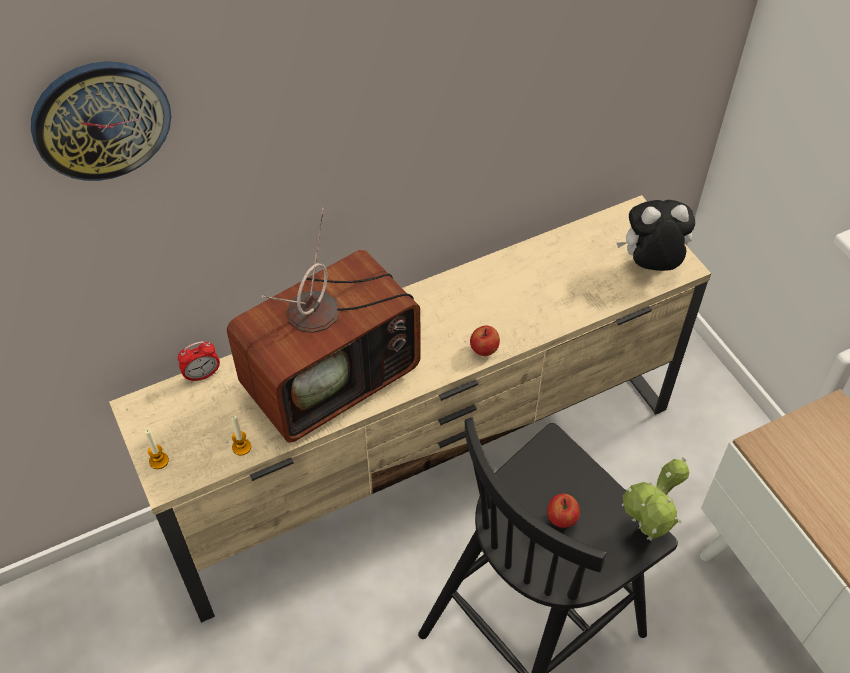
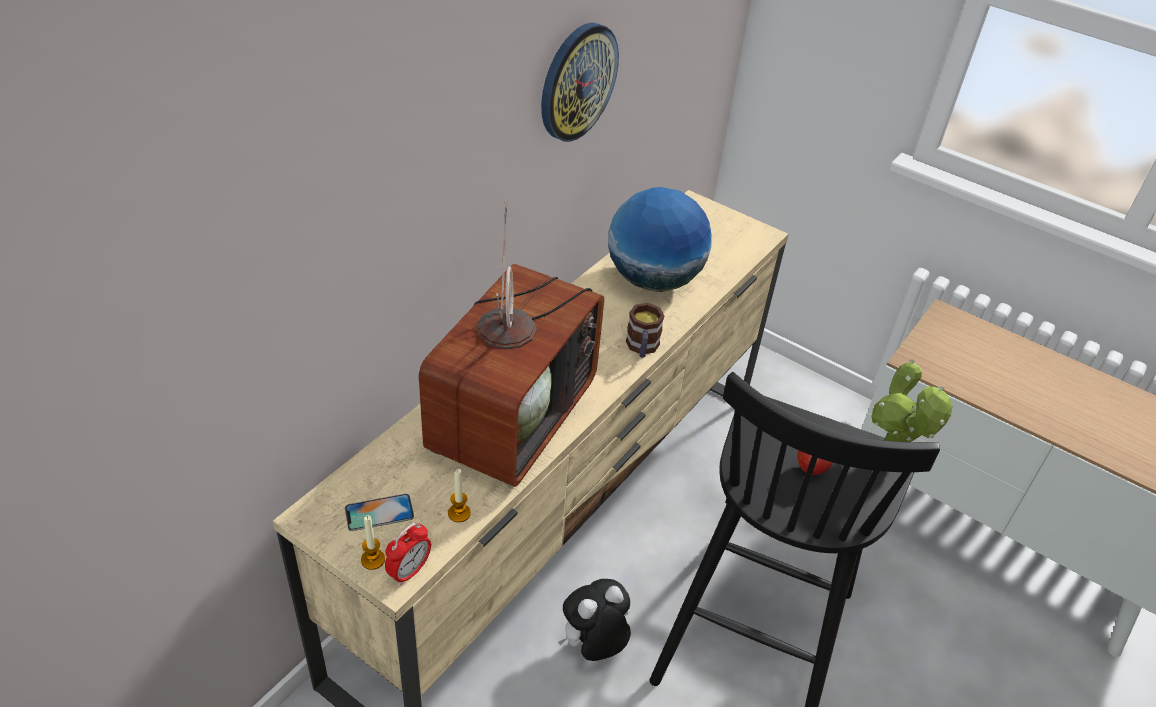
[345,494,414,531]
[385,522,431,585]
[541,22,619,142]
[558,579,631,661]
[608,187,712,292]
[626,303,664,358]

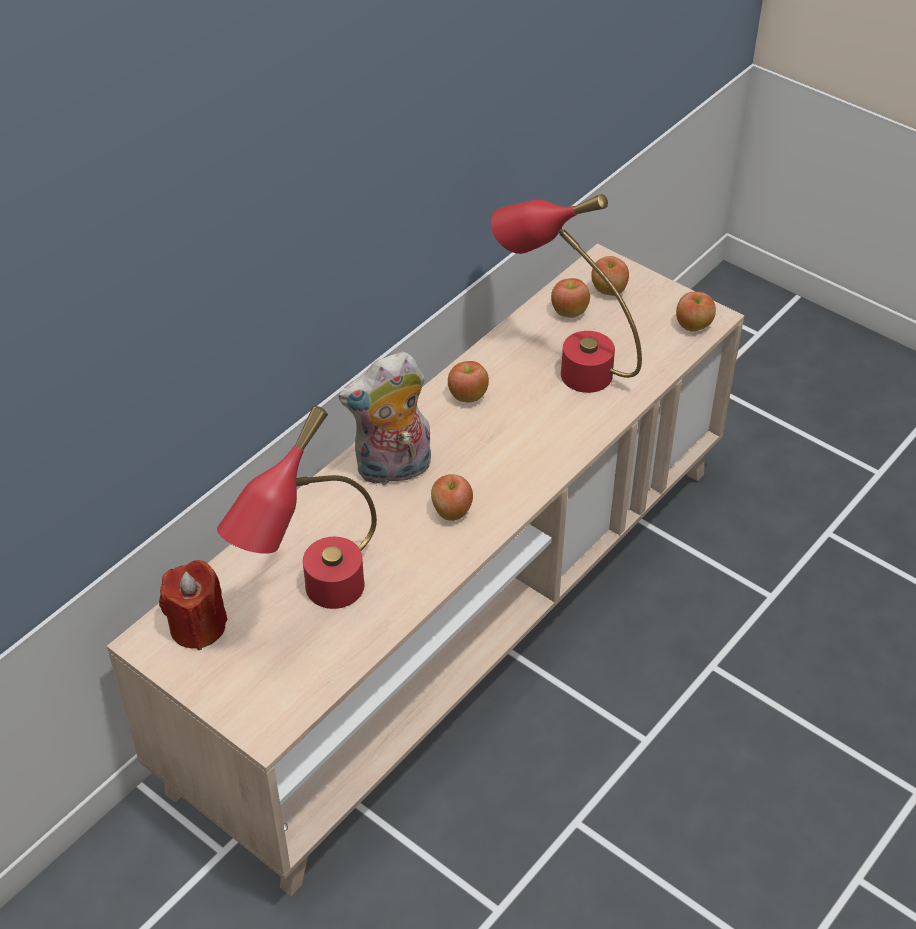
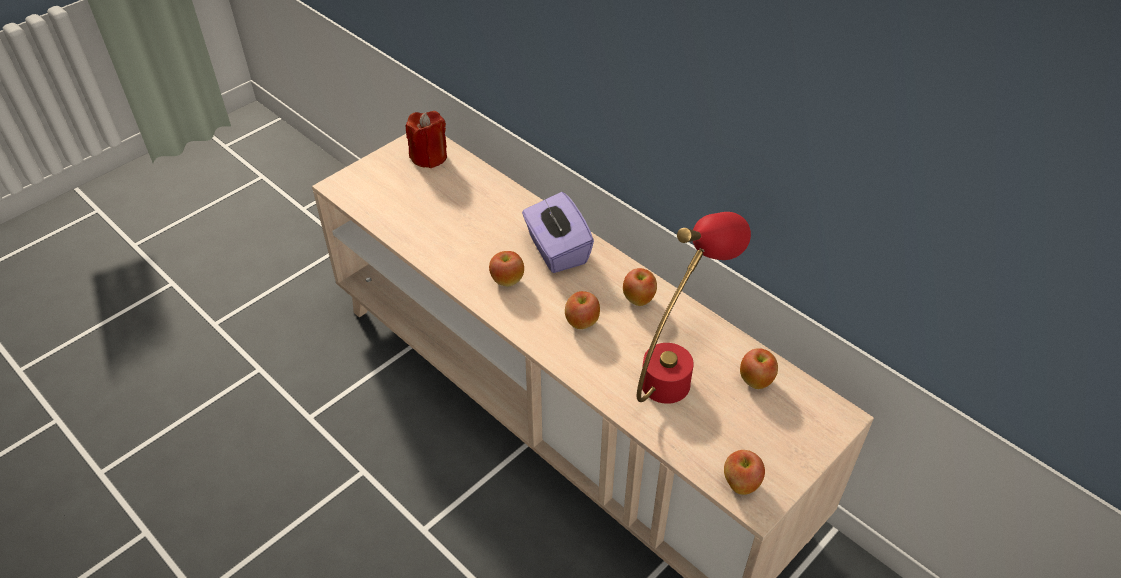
[522,192,594,273]
[565,291,600,329]
[217,406,377,609] (first image)

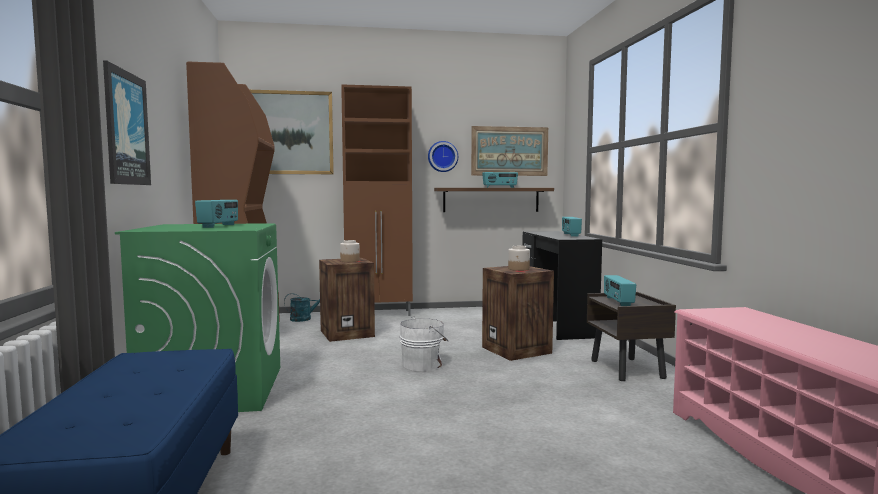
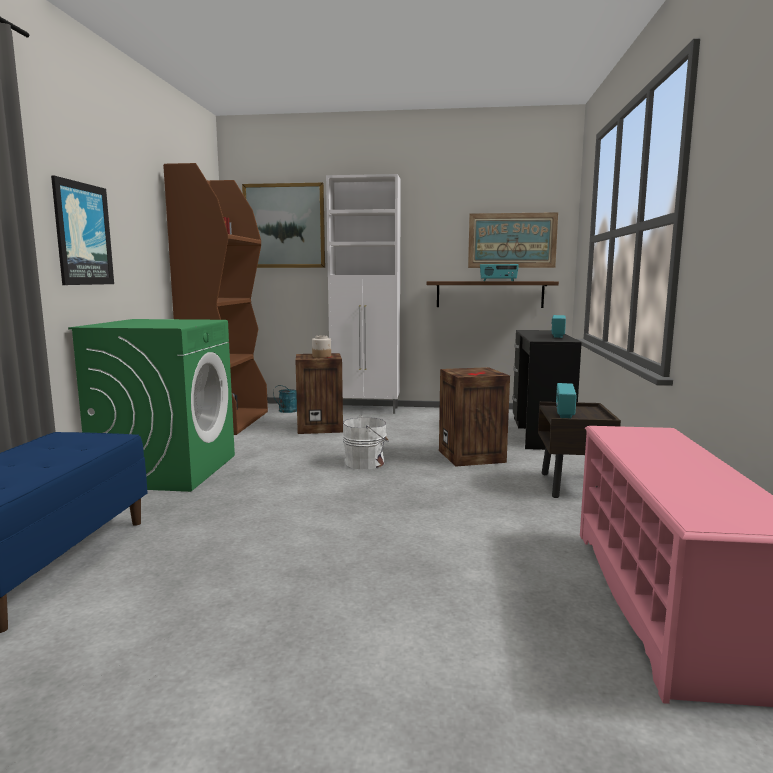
[326,174,401,414]
[195,200,238,228] (first image)
[428,141,458,172] (first image)
[508,246,530,271] (first image)

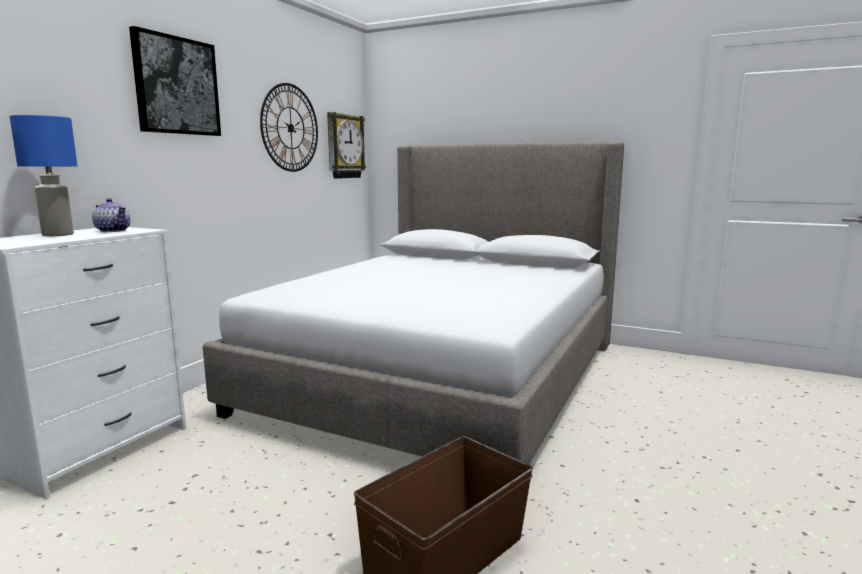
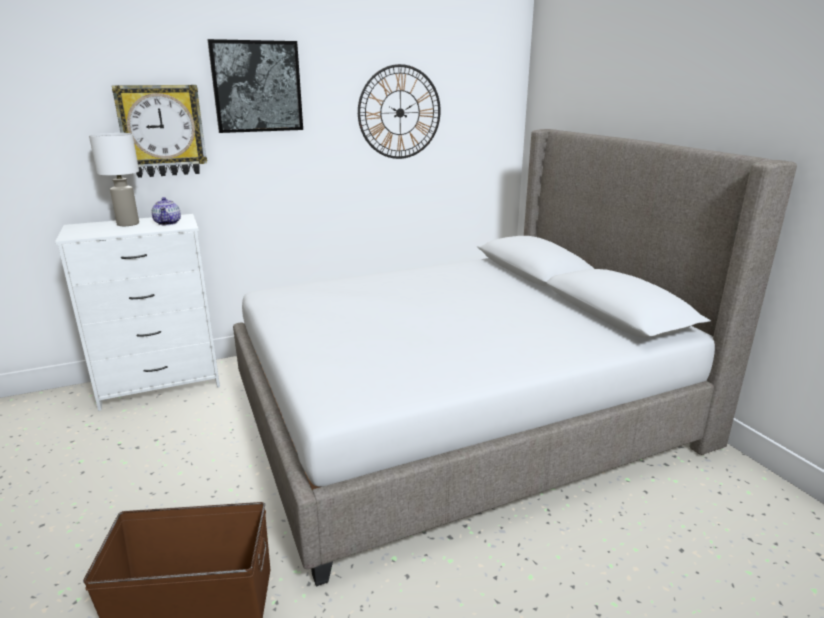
[89,133,139,226]
[112,85,207,178]

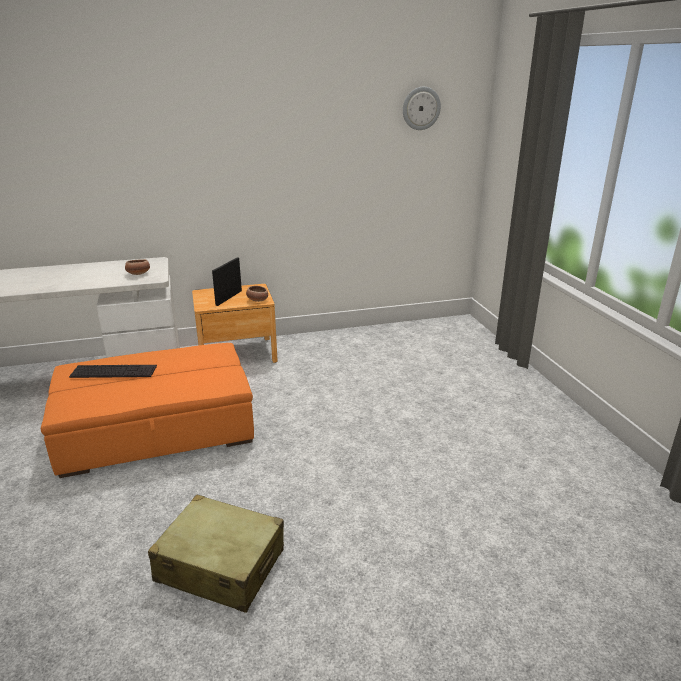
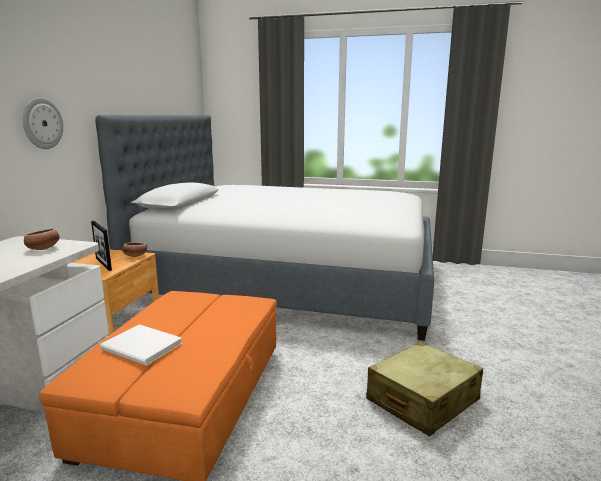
[23,98,63,149]
[95,115,434,341]
[100,324,182,366]

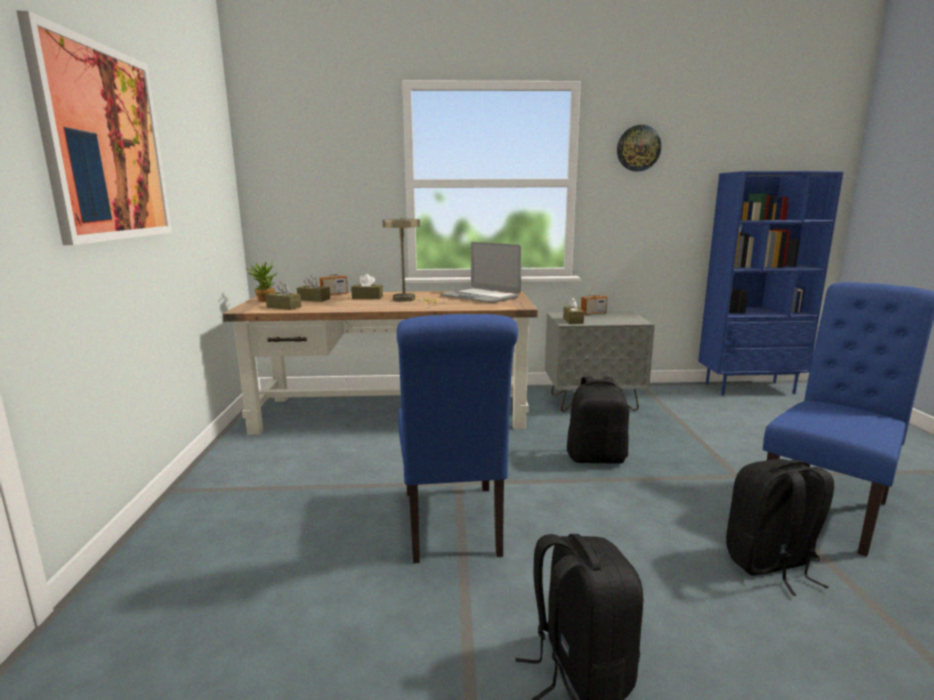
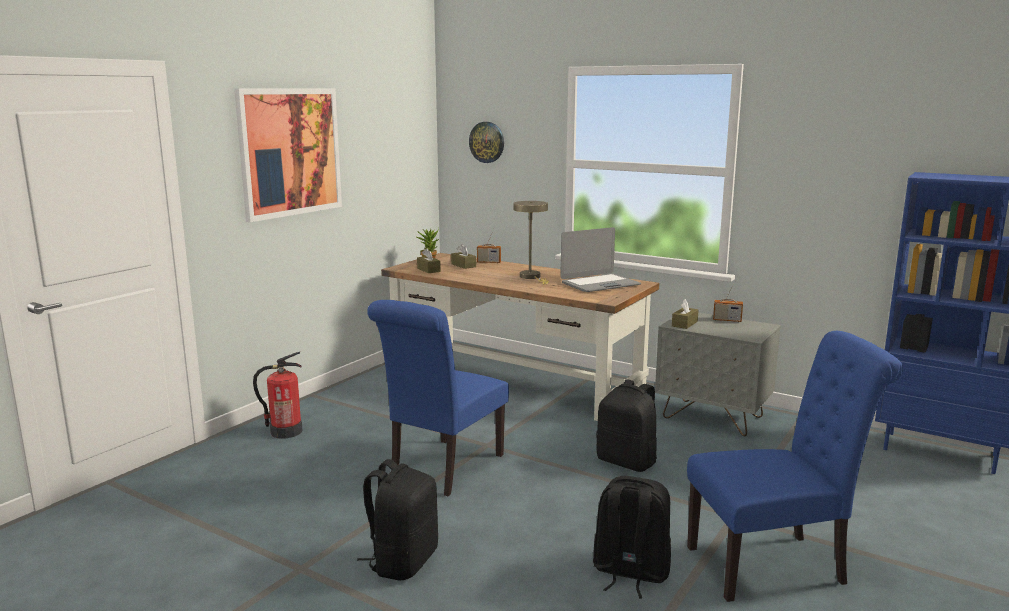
[253,352,303,439]
[469,122,504,163]
[560,227,641,292]
[351,274,383,299] (first image)

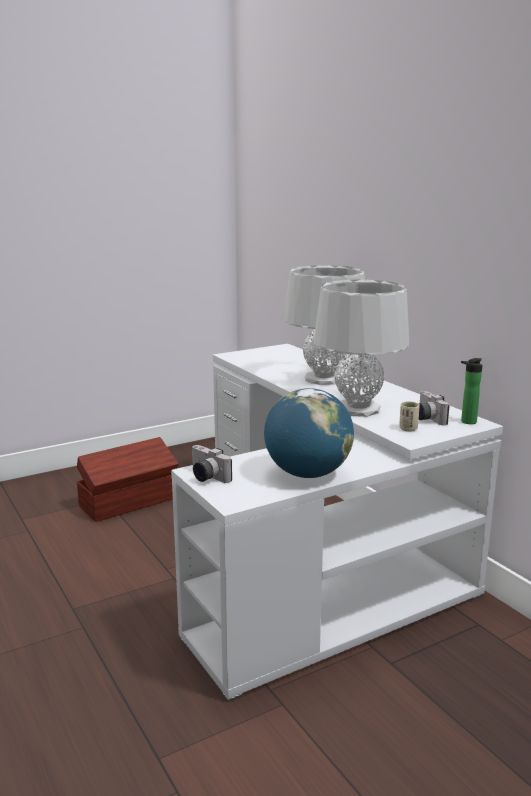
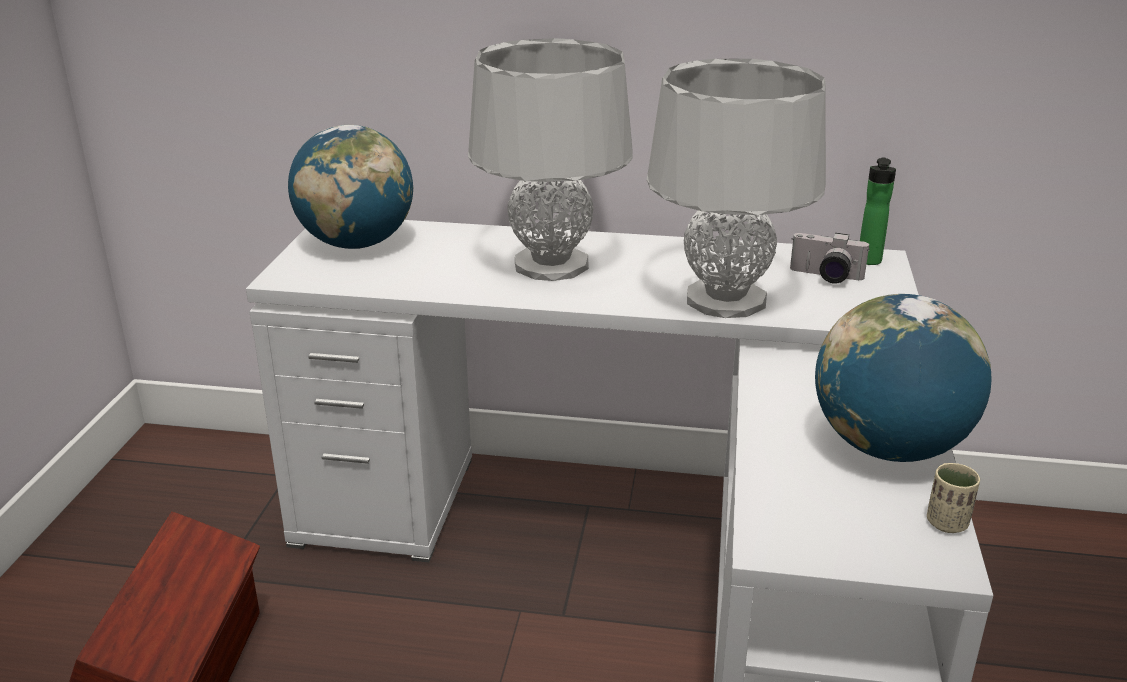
[288,125,414,249]
[927,463,980,533]
[191,445,232,483] (first image)

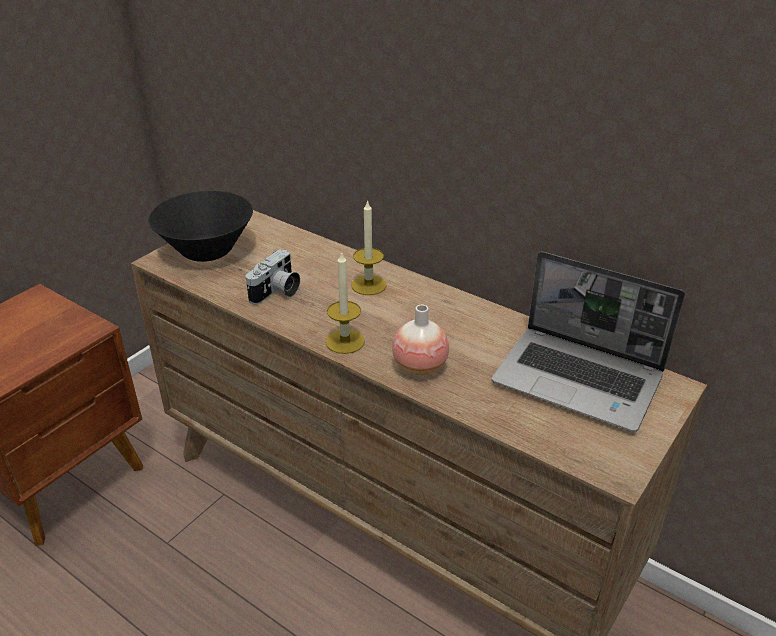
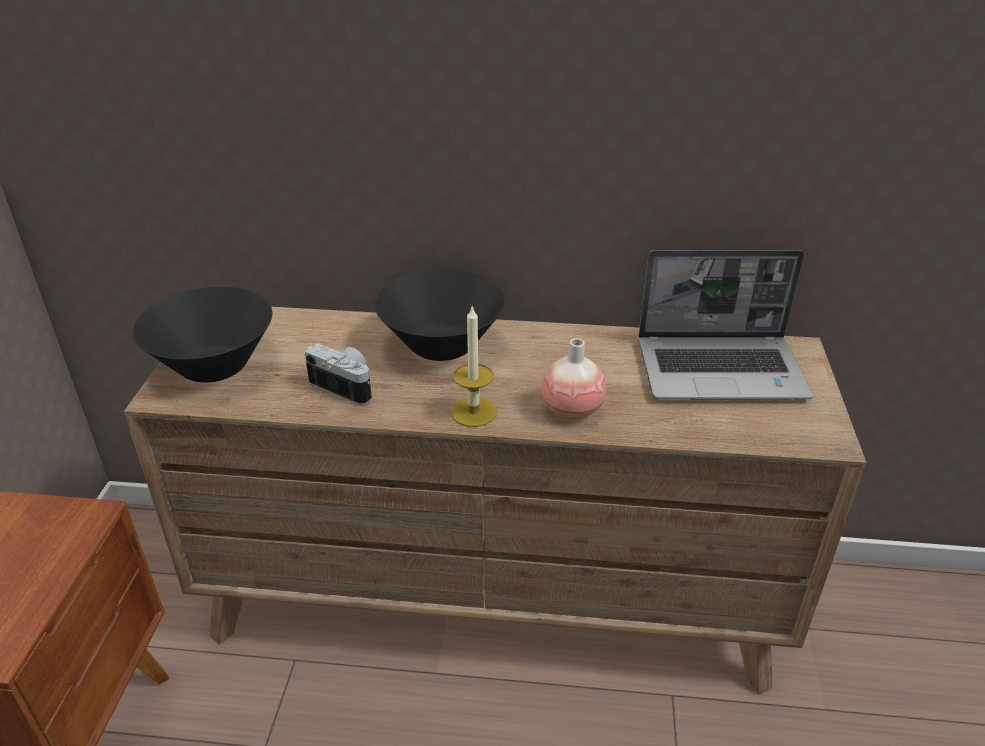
[305,343,372,405]
[375,269,505,361]

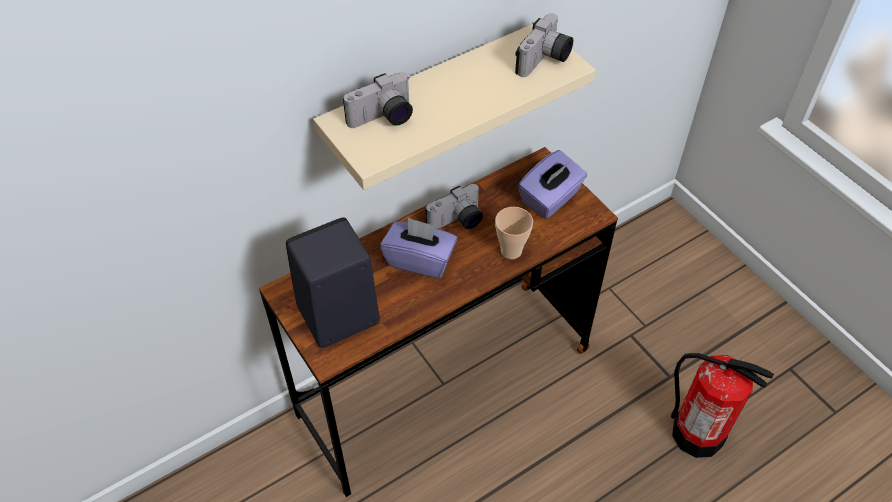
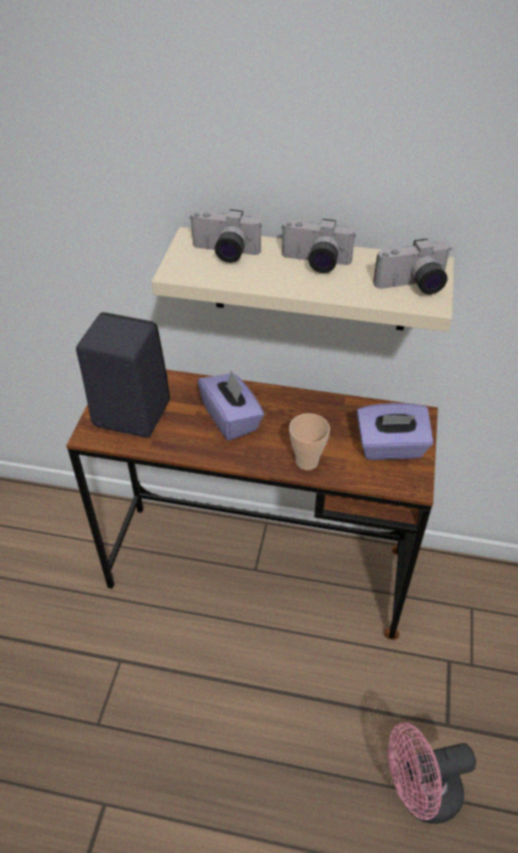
[282,219,356,273]
[388,722,476,824]

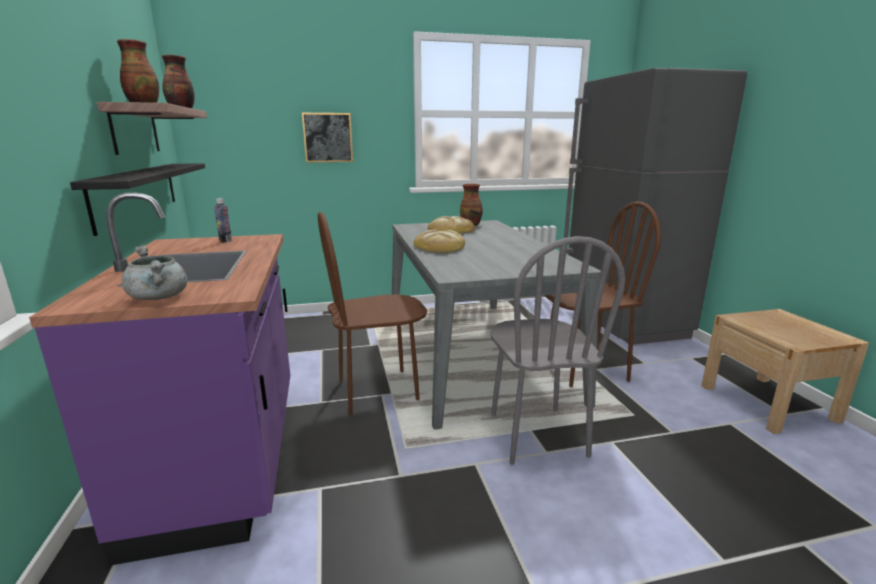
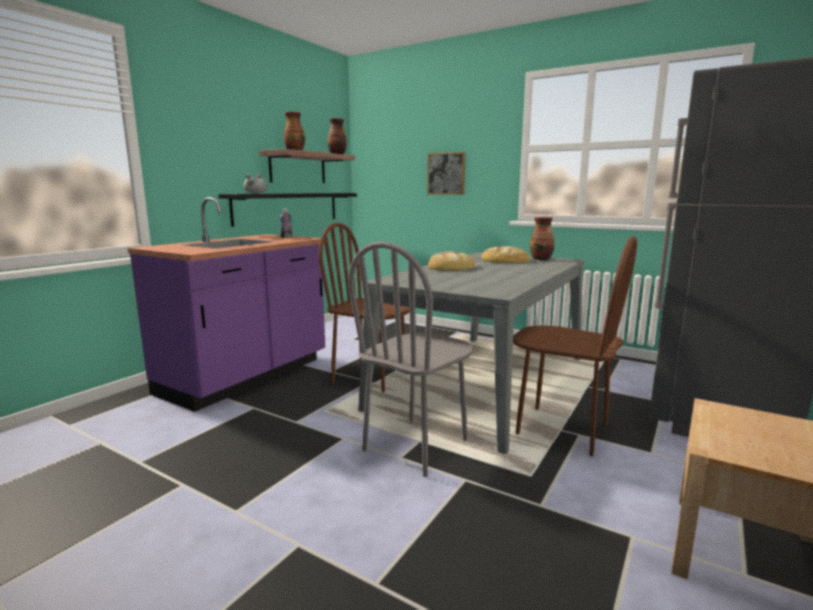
[244,173,268,194]

